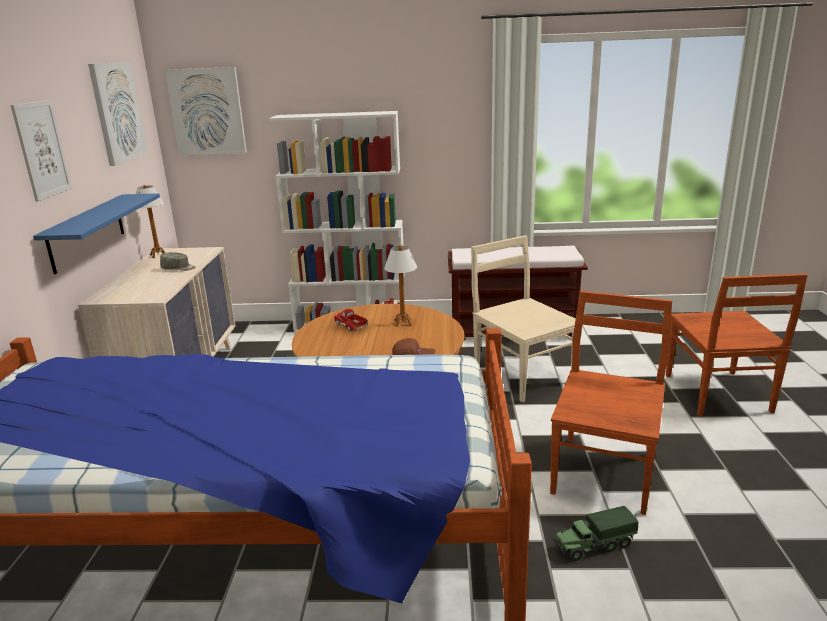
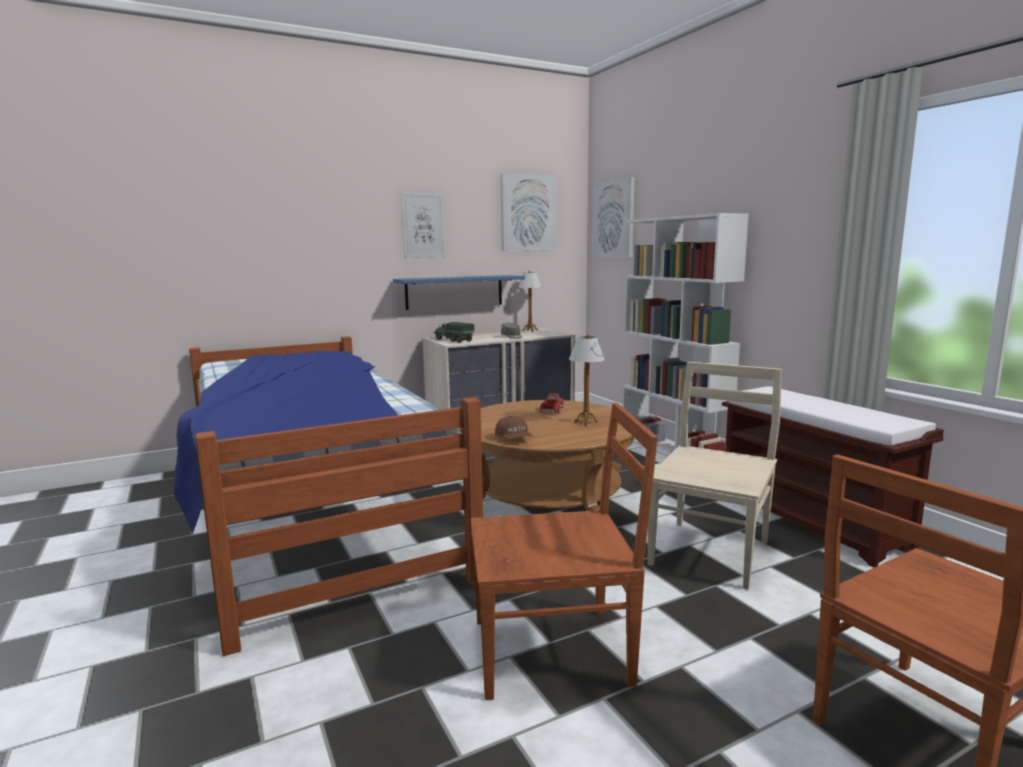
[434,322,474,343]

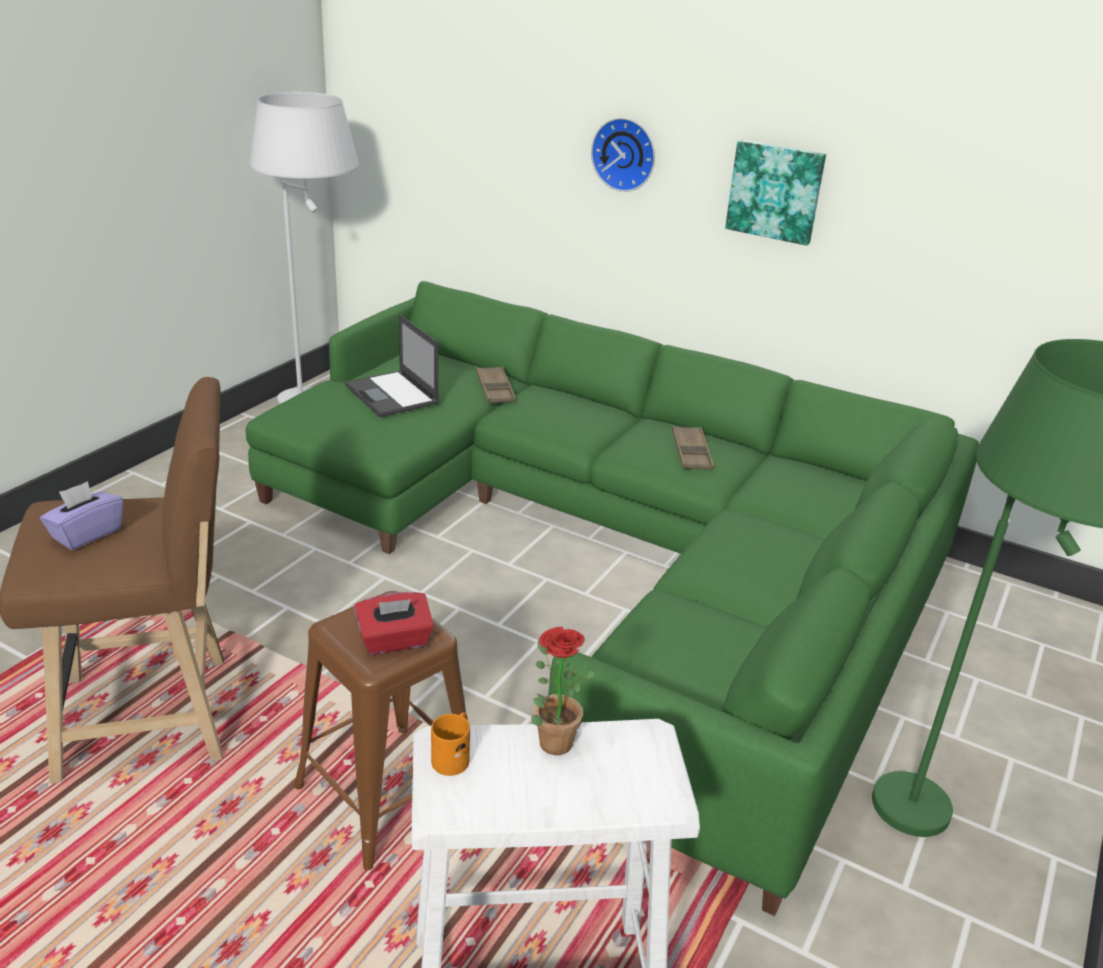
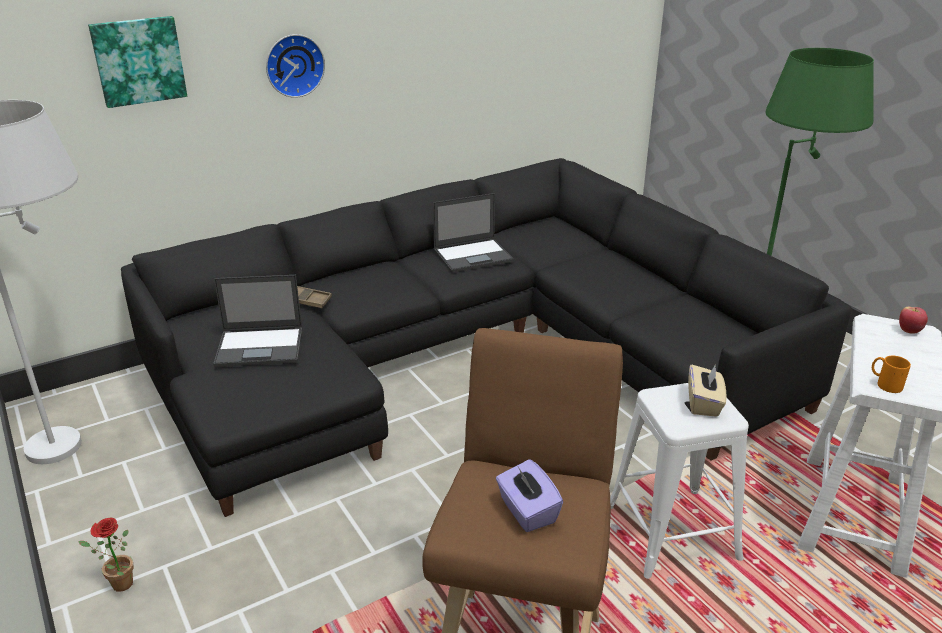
[78,518,133,592]
[88,16,187,108]
[121,158,852,517]
[433,193,514,272]
[610,383,749,579]
[688,364,727,417]
[899,306,928,334]

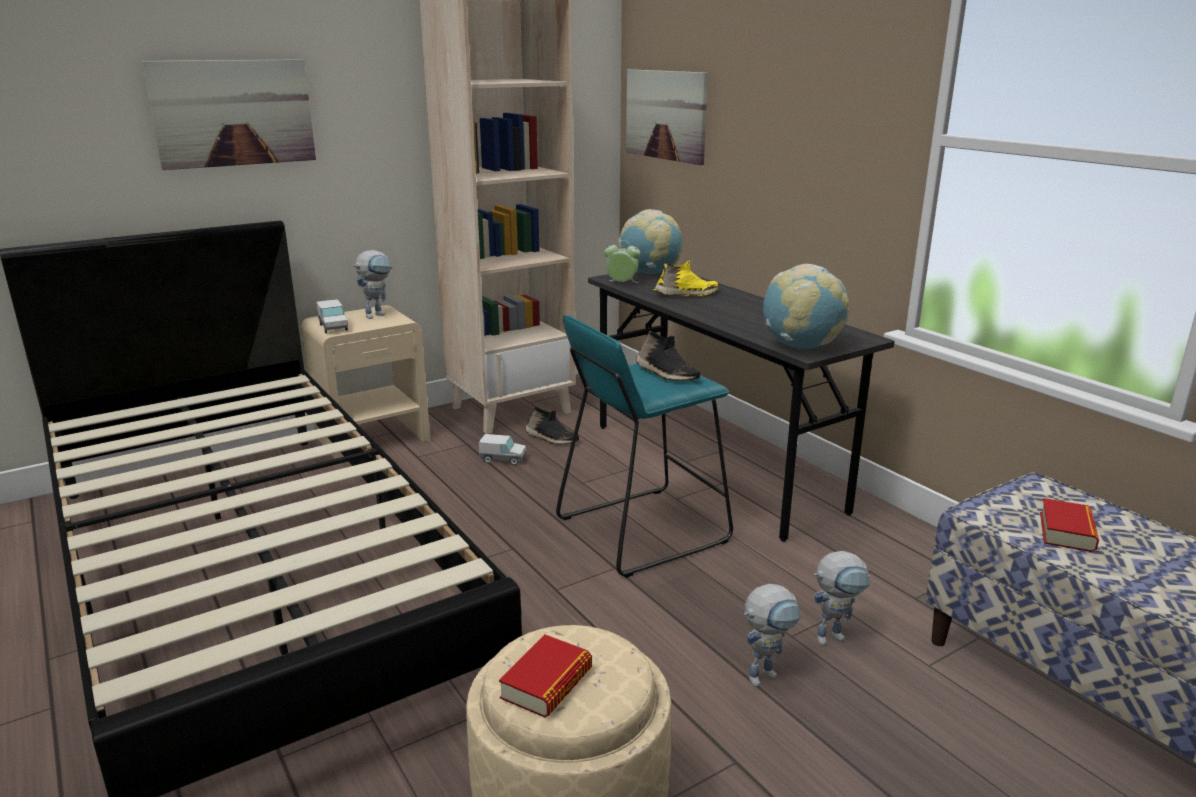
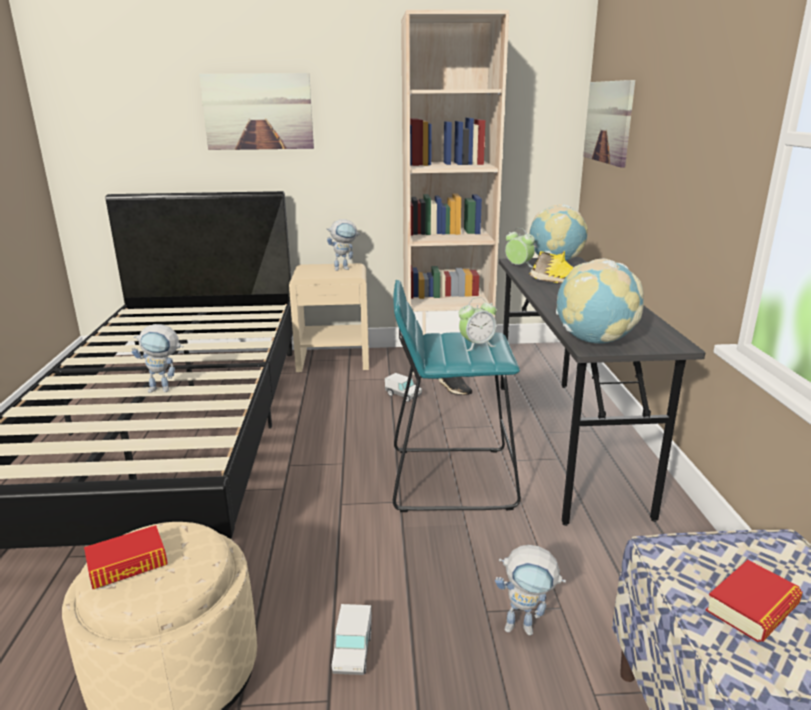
[131,324,183,393]
[331,604,372,675]
[459,297,497,351]

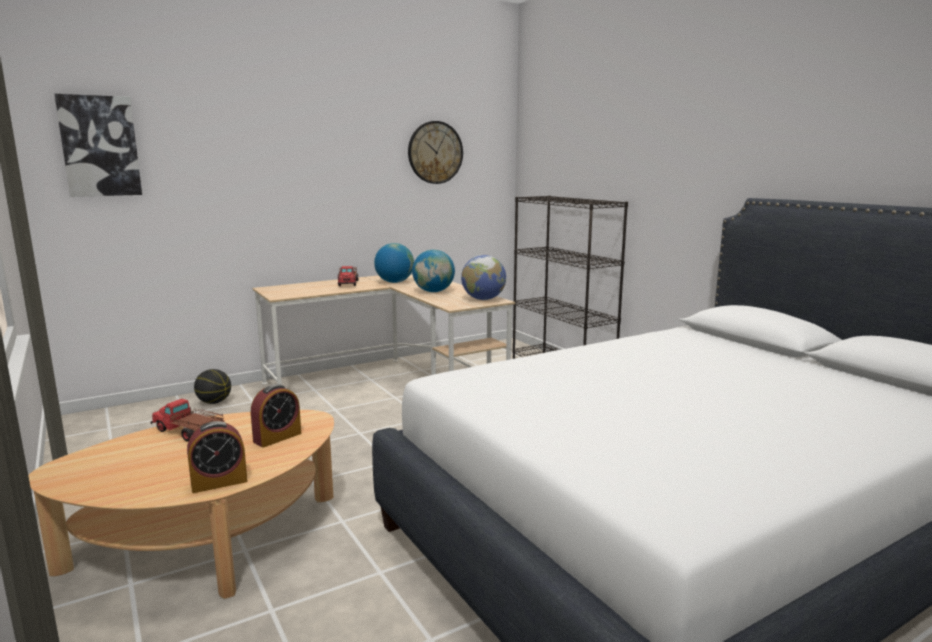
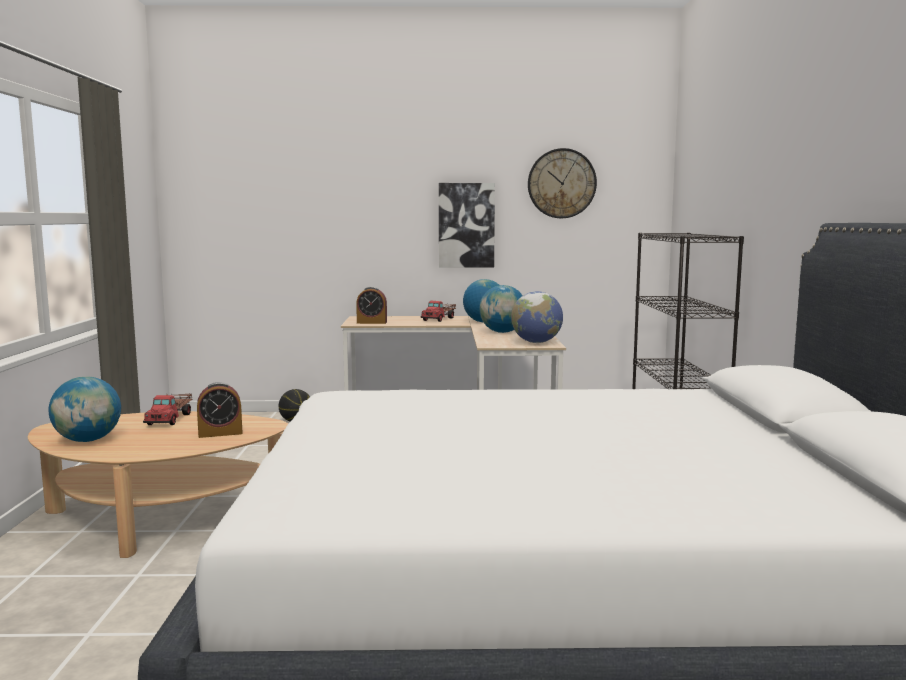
[49,376,121,442]
[143,394,192,425]
[356,287,387,324]
[439,183,495,267]

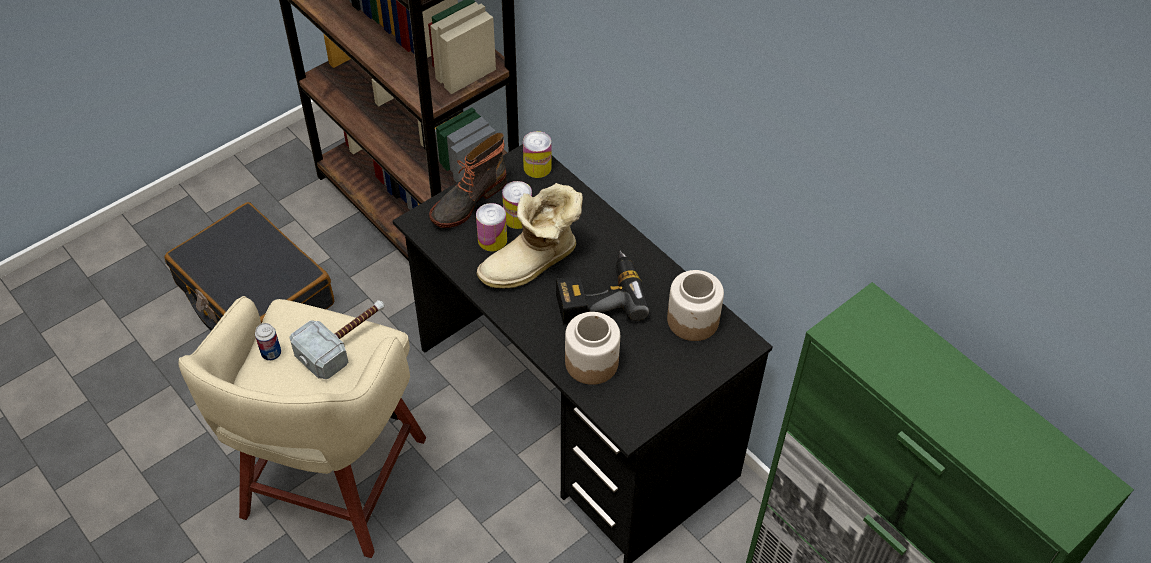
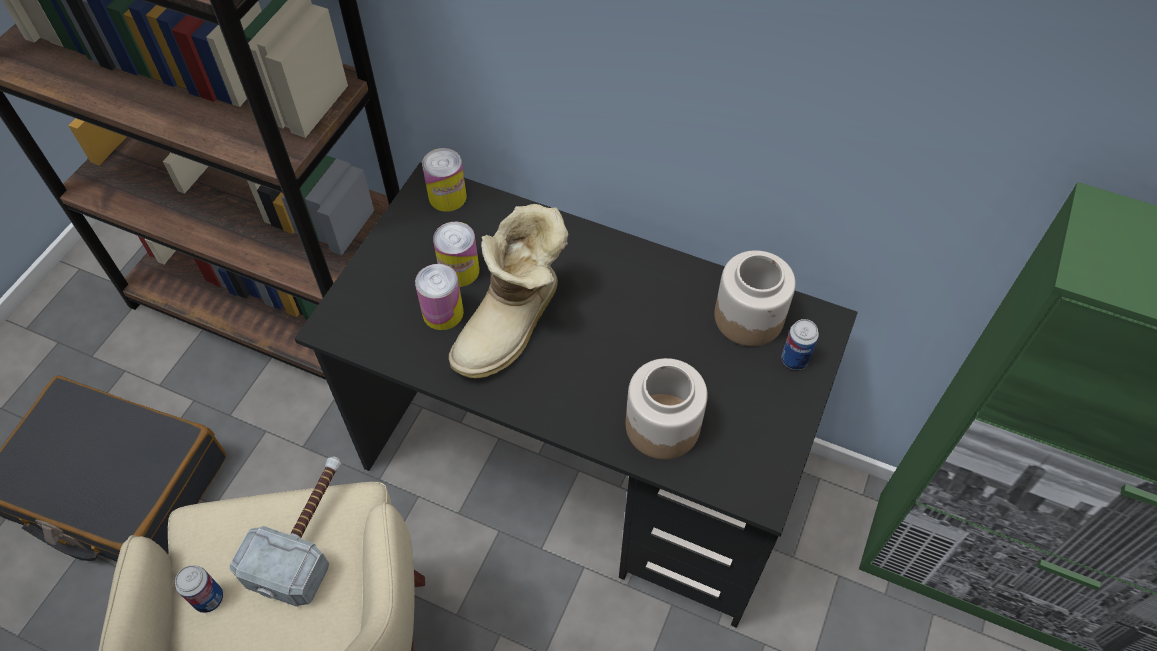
[782,319,819,370]
[429,133,507,228] (first image)
[556,250,649,324] (first image)

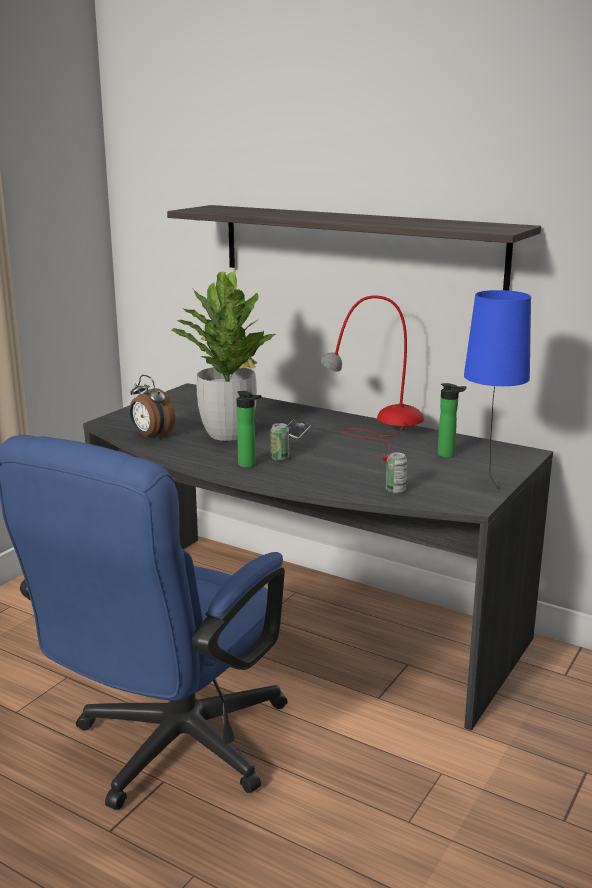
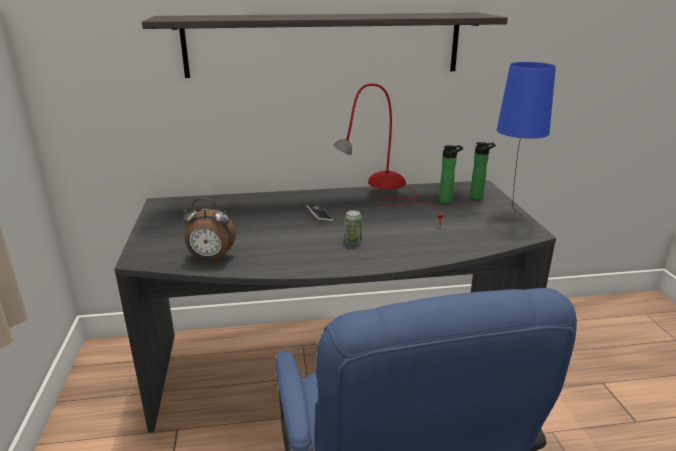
[470,142,496,200]
[171,270,275,441] (first image)
[386,453,407,494] (first image)

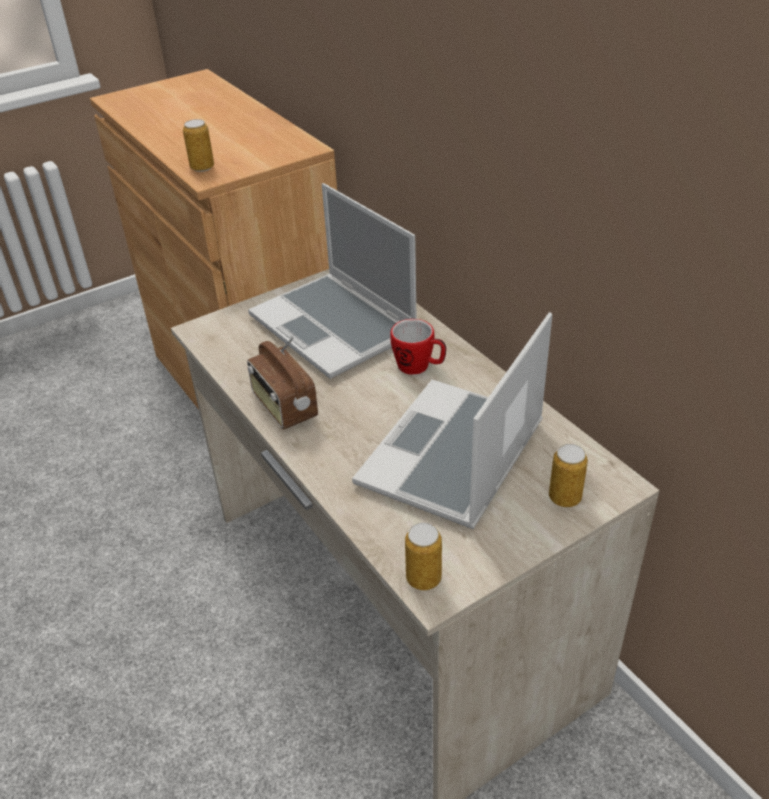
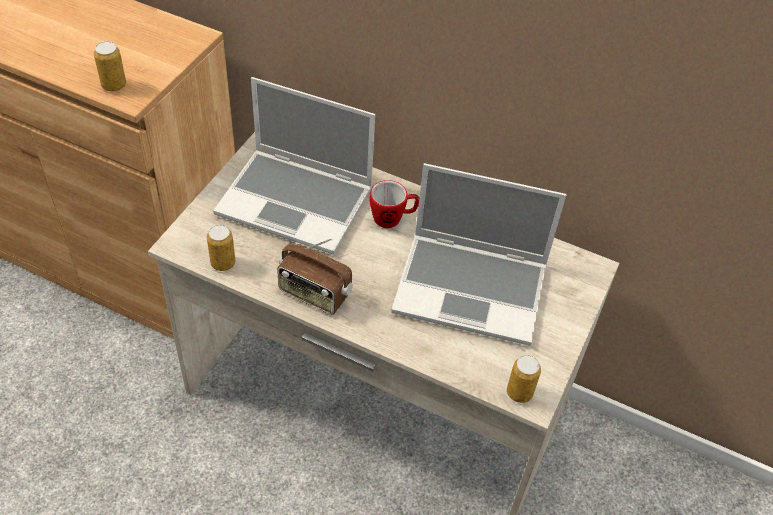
[207,225,235,271]
[391,163,566,346]

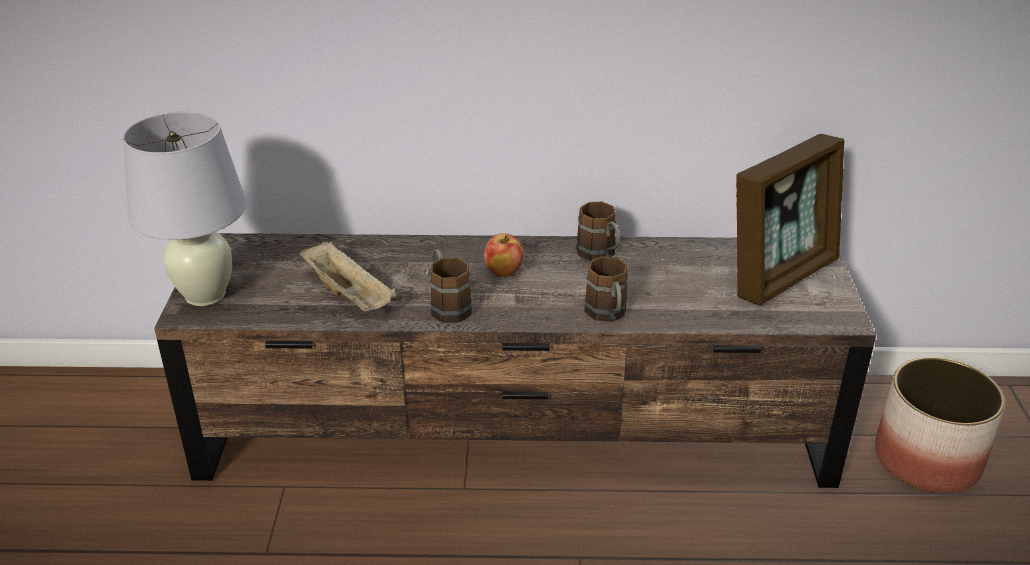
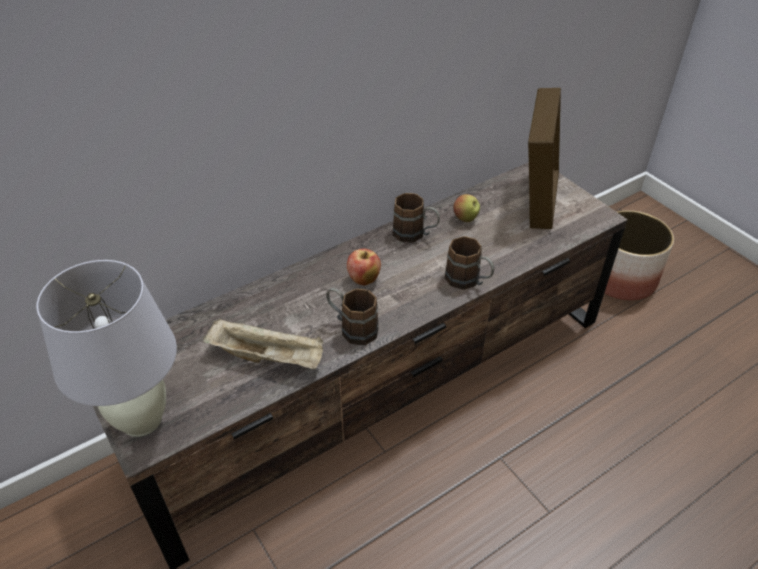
[453,194,480,222]

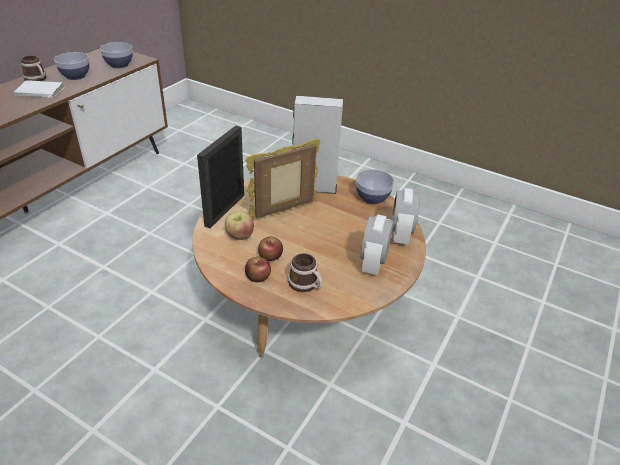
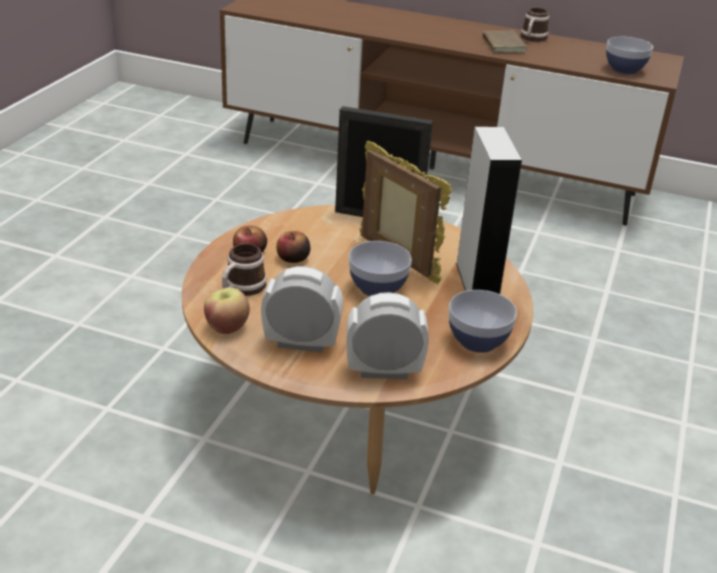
[204,287,250,334]
[349,241,412,296]
[483,30,527,53]

